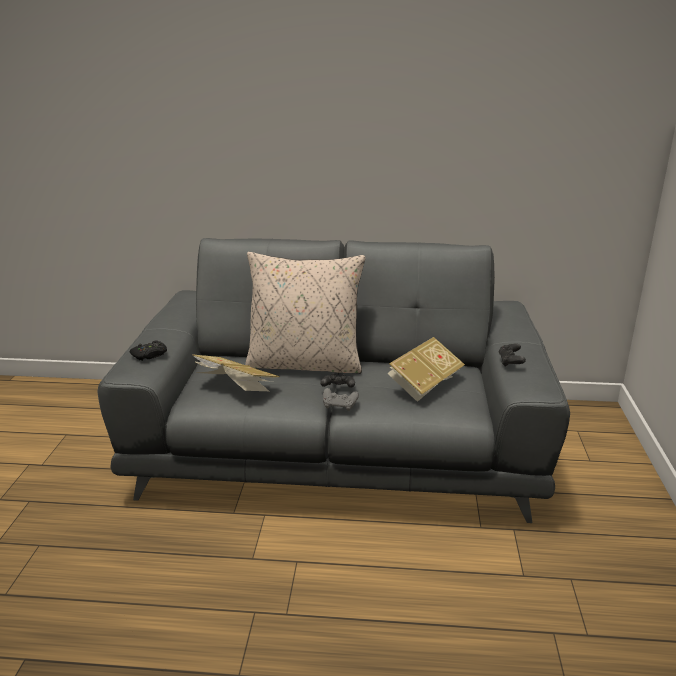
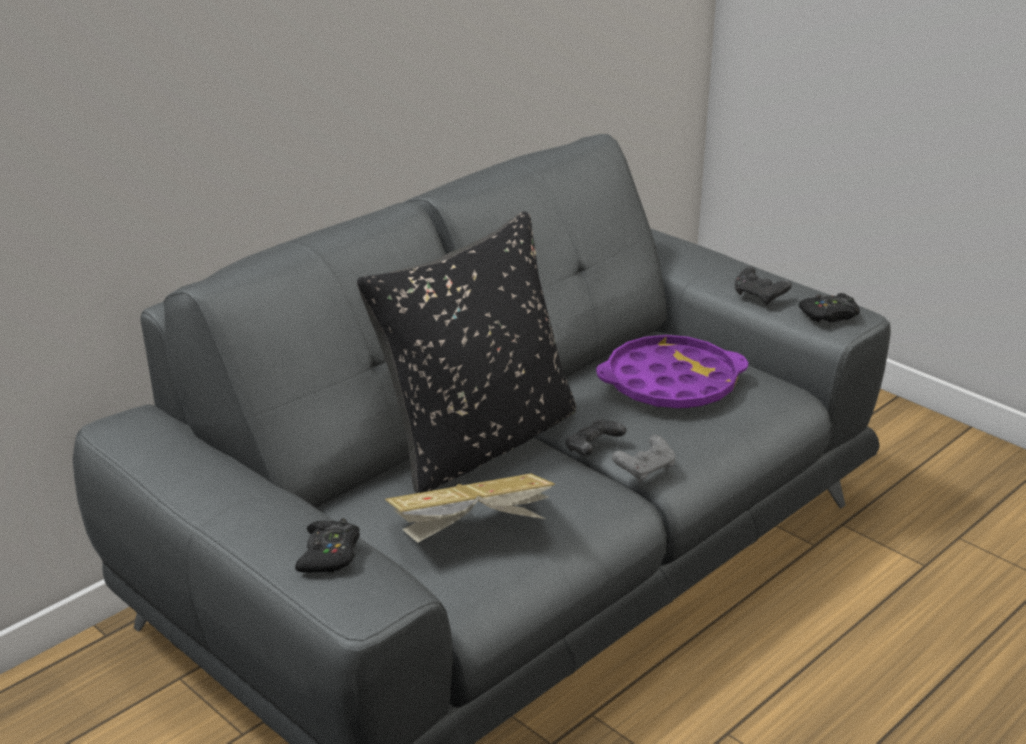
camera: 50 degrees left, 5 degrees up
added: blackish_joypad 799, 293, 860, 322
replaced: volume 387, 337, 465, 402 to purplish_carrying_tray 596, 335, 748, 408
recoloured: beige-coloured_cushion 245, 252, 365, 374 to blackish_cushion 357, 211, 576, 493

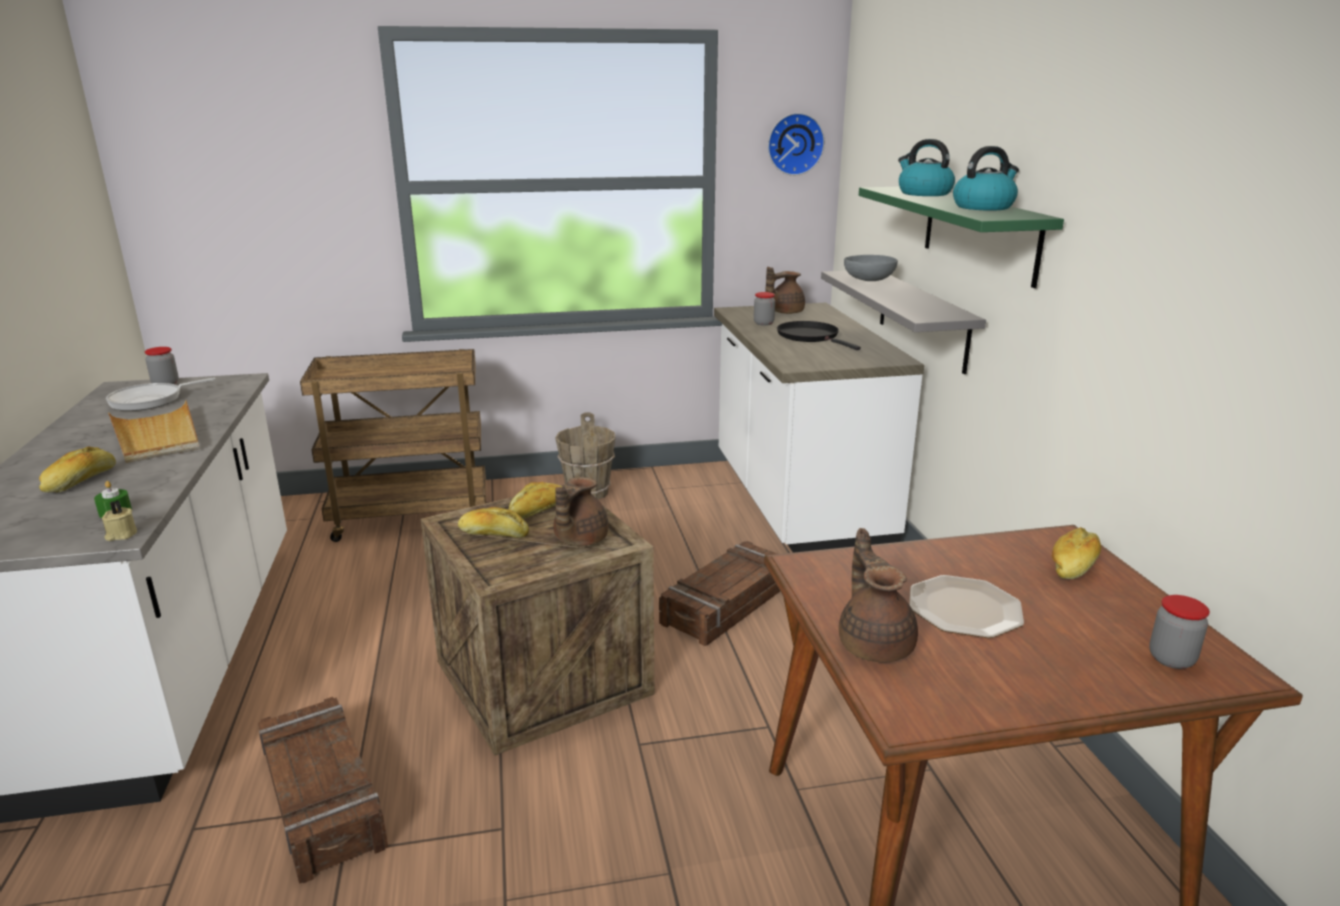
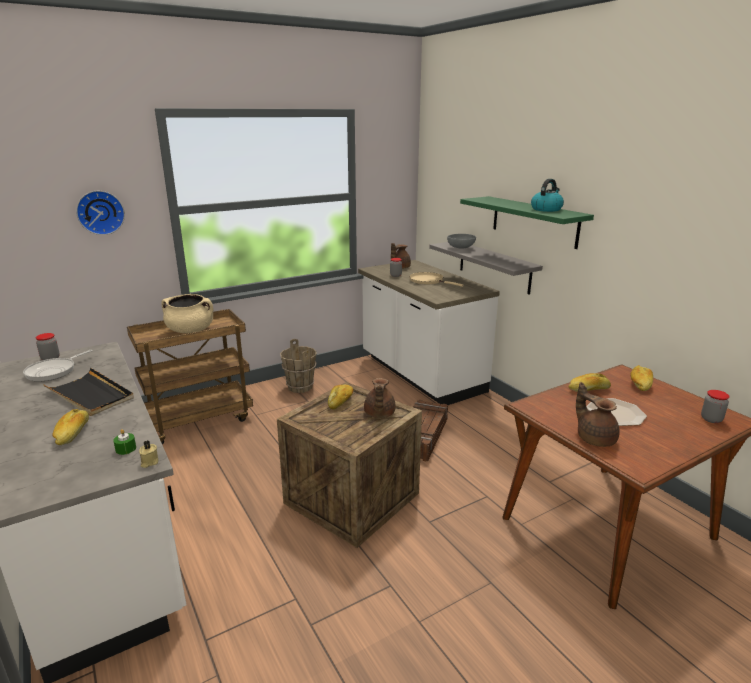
camera: 20 degrees left, 0 degrees up
removed: shipping_crate 258, 697, 388, 884; water_kettle 898, 139, 955, 196
added: beige-coloured_stockpot 161, 294, 213, 333
moved: hanging_clock 768, 113, 825, 176 to 76, 191, 125, 235; baked_bread 458, 507, 529, 538 to 569, 373, 611, 392
recoloured: beige-coloured_carrying_tray 108, 400, 200, 463 to blackish_carrying_tray 43, 368, 134, 416; blackish_skillet 777, 321, 861, 350 to beige-coloured_skillet 409, 272, 464, 287

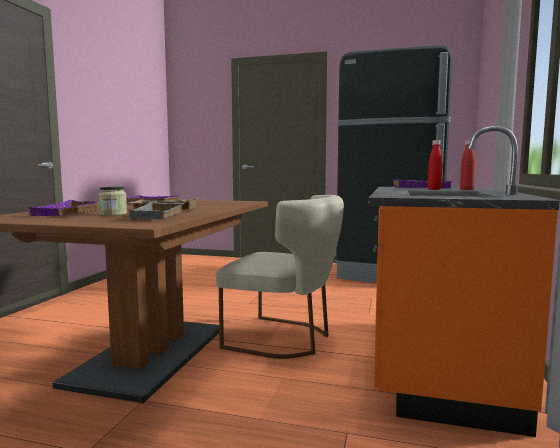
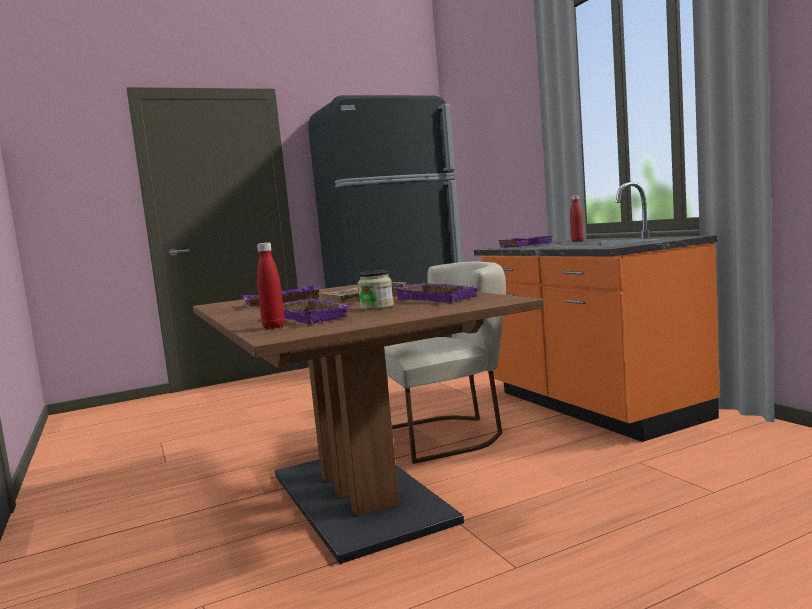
camera: 40 degrees left, 0 degrees up
moved: reddish_bottle 428, 140, 442, 190 to 257, 243, 285, 329
recoloured: gray_carrying_tray 128, 202, 185, 220 to purplish_carrying_tray 393, 283, 481, 303

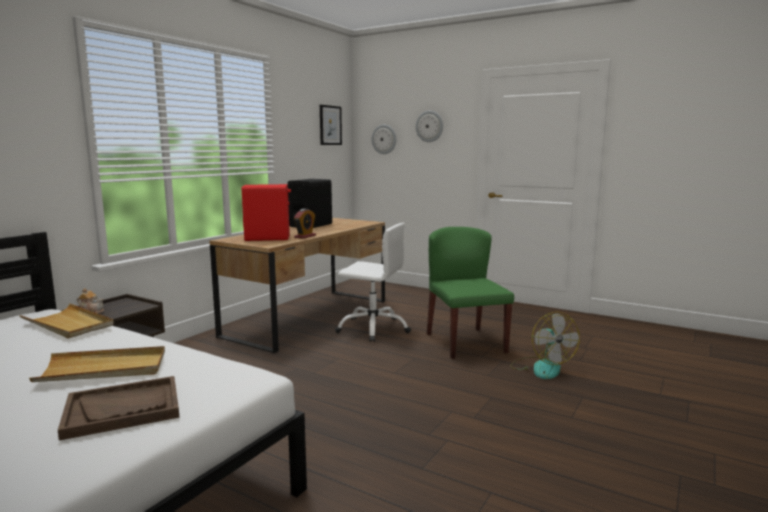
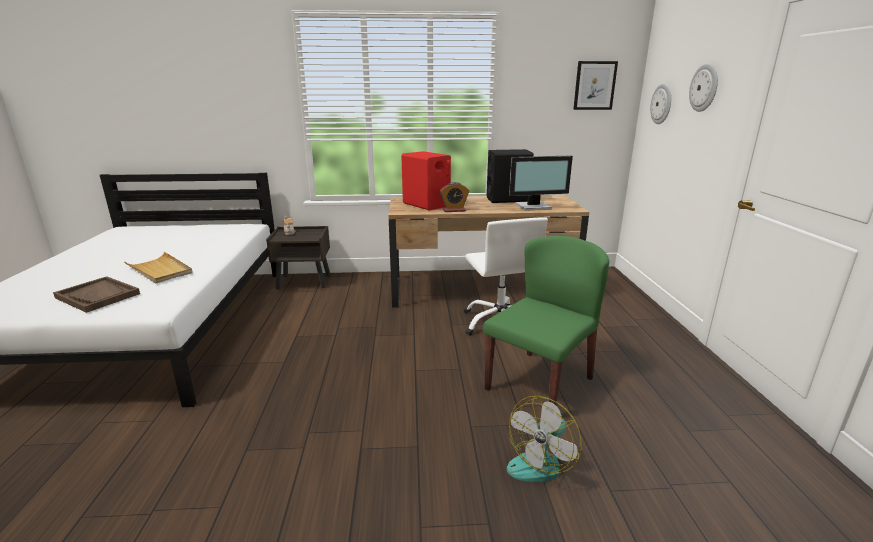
camera: 55 degrees right, 10 degrees up
removed: beige-coloured_carrying_tray 19, 303, 114, 339
added: computer_display 509, 156, 573, 211

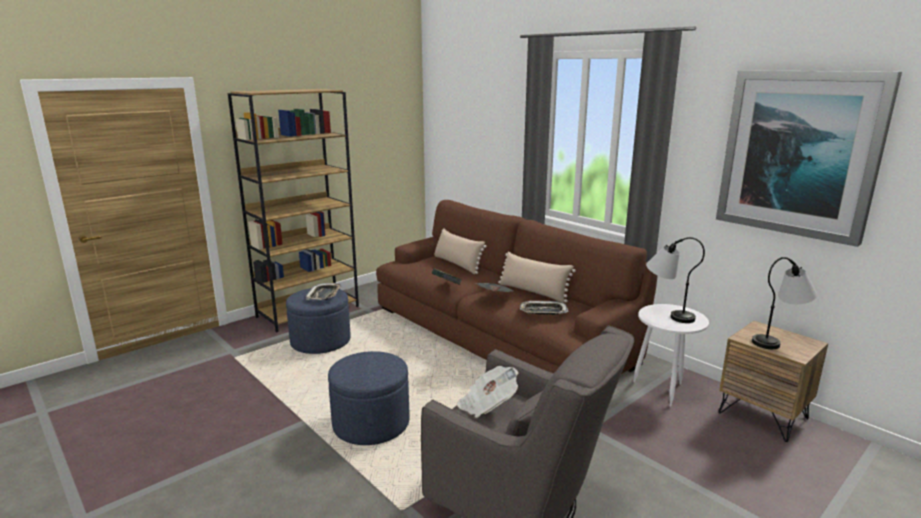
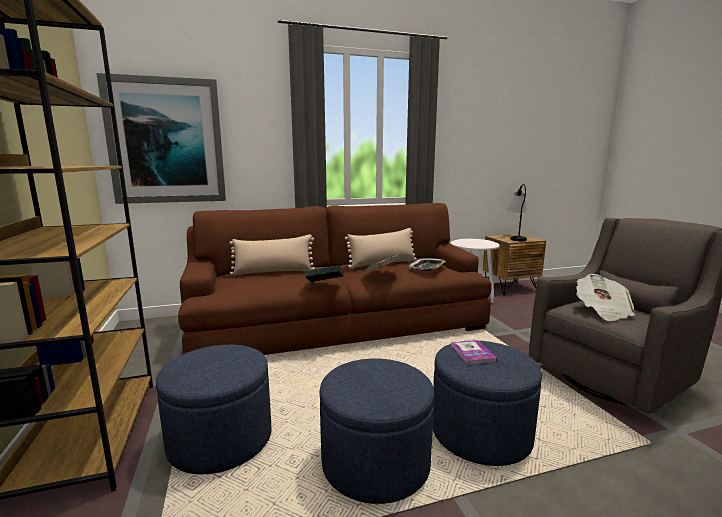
camera: 65 degrees left, 5 degrees down
removed: carrying_tray 306, 283, 341, 300; tabletop_lamp 646, 237, 705, 323
added: bluish_ottoman 320, 359, 434, 504; volume 451, 340, 497, 365
moved: wall_picture 716, 71, 902, 247 to 96, 73, 226, 204

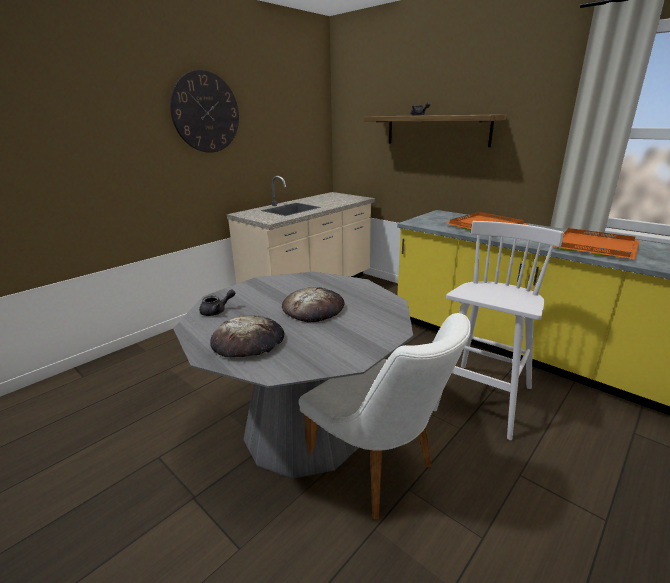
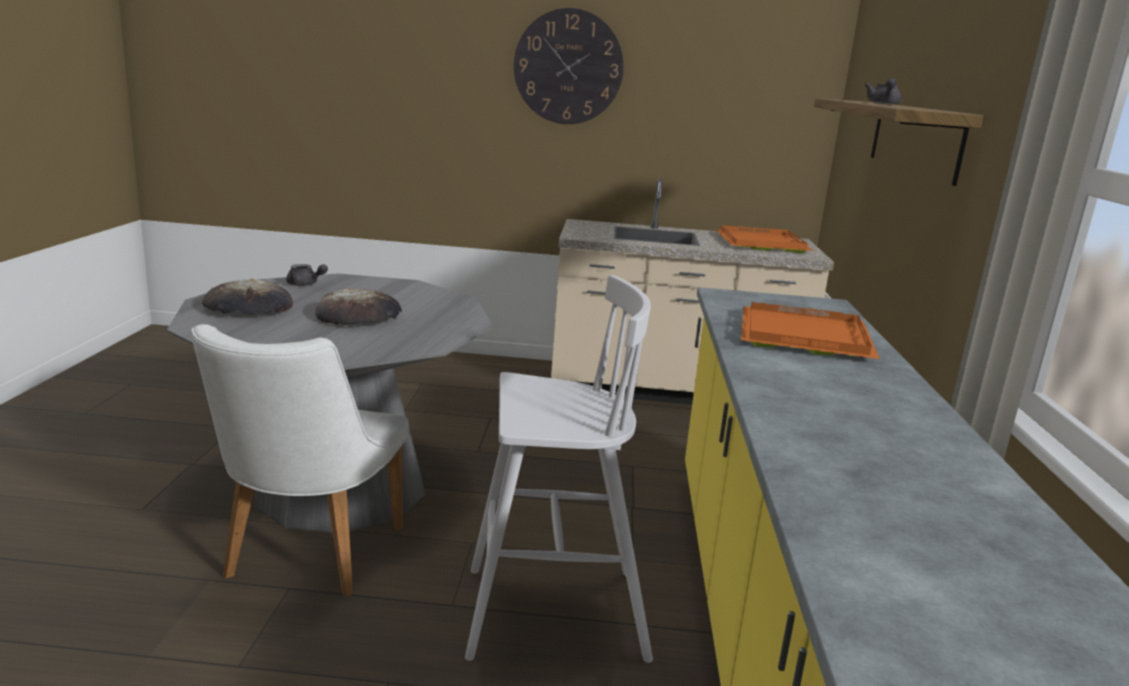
camera: 50 degrees right, 5 degrees down
moved: orangey_carrying_tray 554, 228, 639, 259 to 716, 225, 813, 253

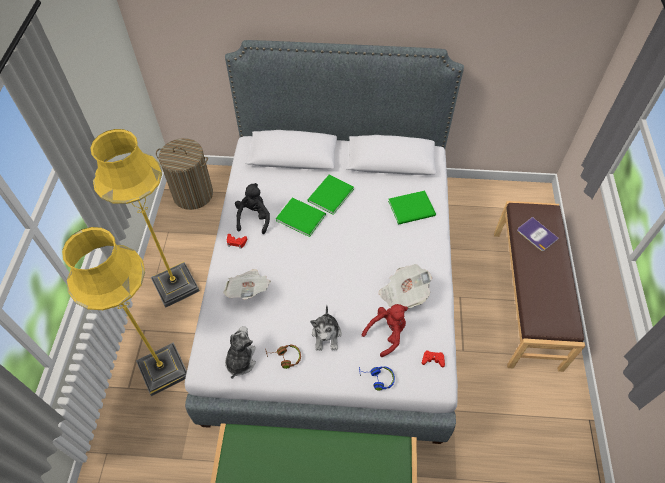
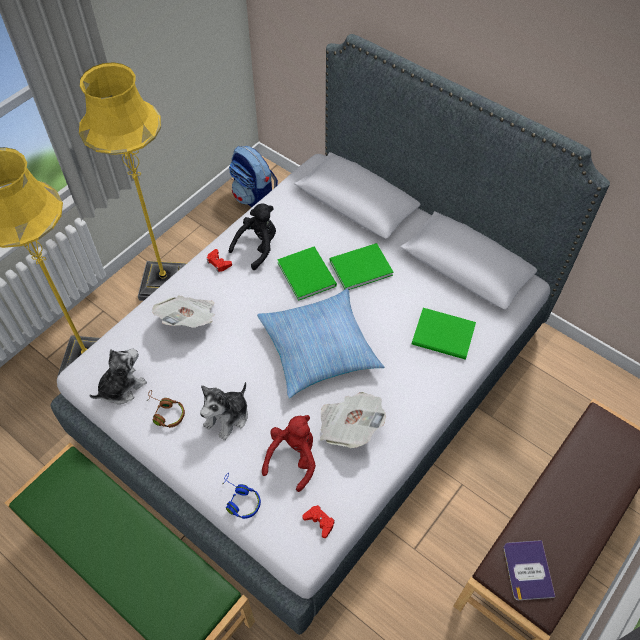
camera: 35 degrees right, 0 degrees up
added: cushion 257, 288, 384, 398
moved: volume 517, 217, 559, 251 to 503, 540, 555, 600
replaced: hamper 156, 138, 213, 210 to rucksack 229, 146, 278, 207
turned: reddish_plush_toy 362, 304, 408, 357 = 262, 415, 316, 492 60 degrees counterclockwise

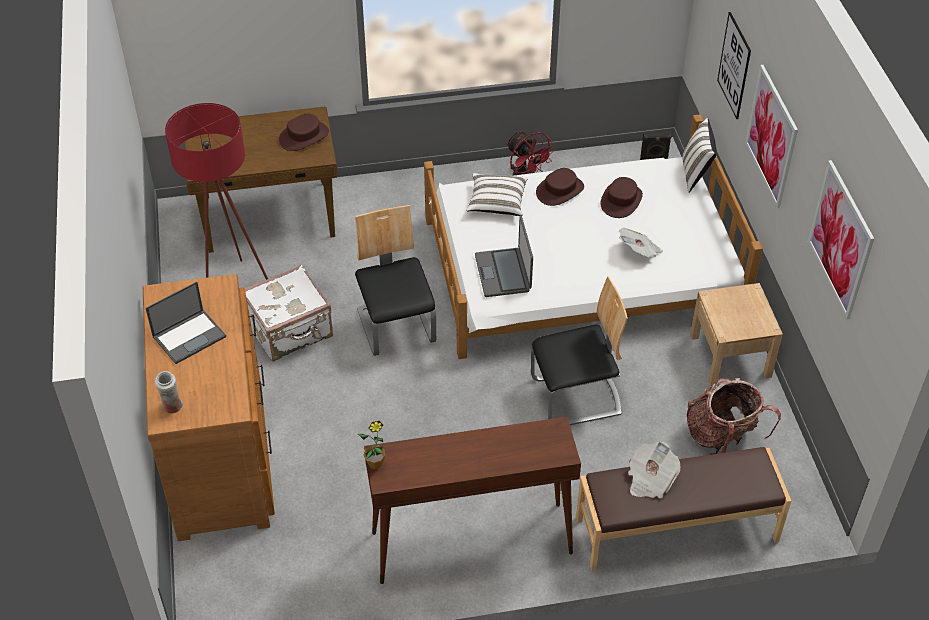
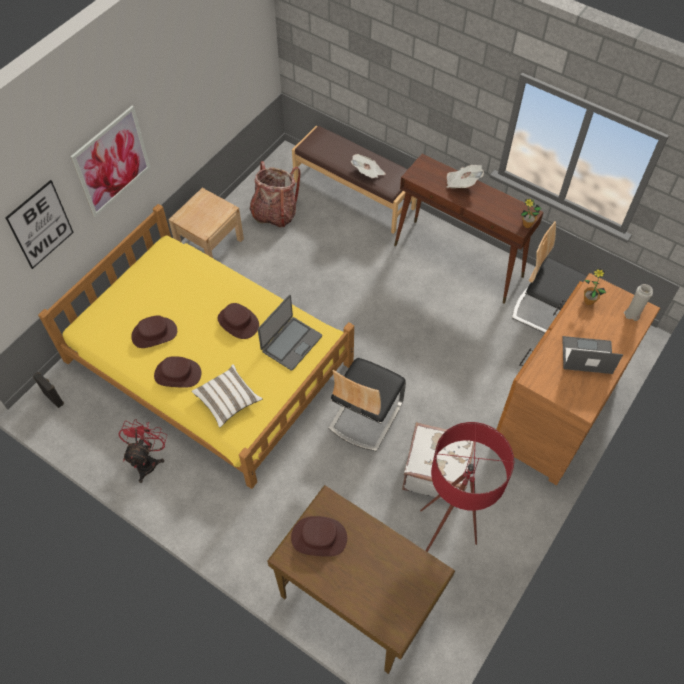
camera: 135 degrees left, 10 degrees up
removed: white-coloured_cushion 682, 118, 717, 193; wall_picture 808, 160, 874, 319
added: brown_wearable_hat 218, 303, 259, 339; potted_plant 584, 268, 606, 305
moved: daily_paper 619, 228, 663, 258 to 447, 165, 484, 188; upright_chair 531, 276, 628, 425 to 512, 222, 588, 334
recoloured: white-coloured_sleeping_bed 424, 114, 763, 359 to yellowish_sleeping_bed 38, 204, 354, 489

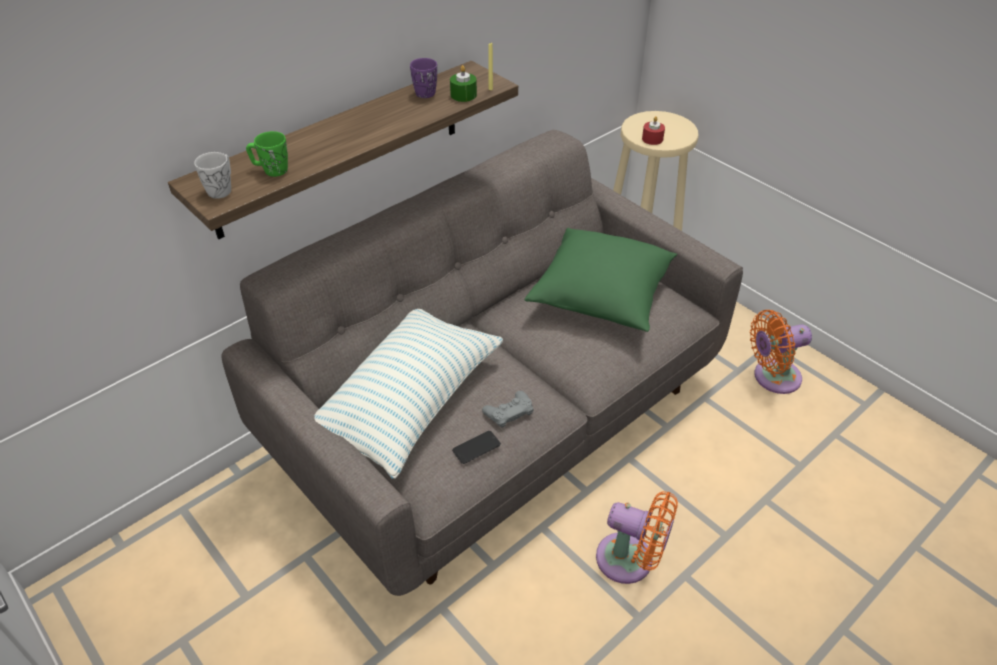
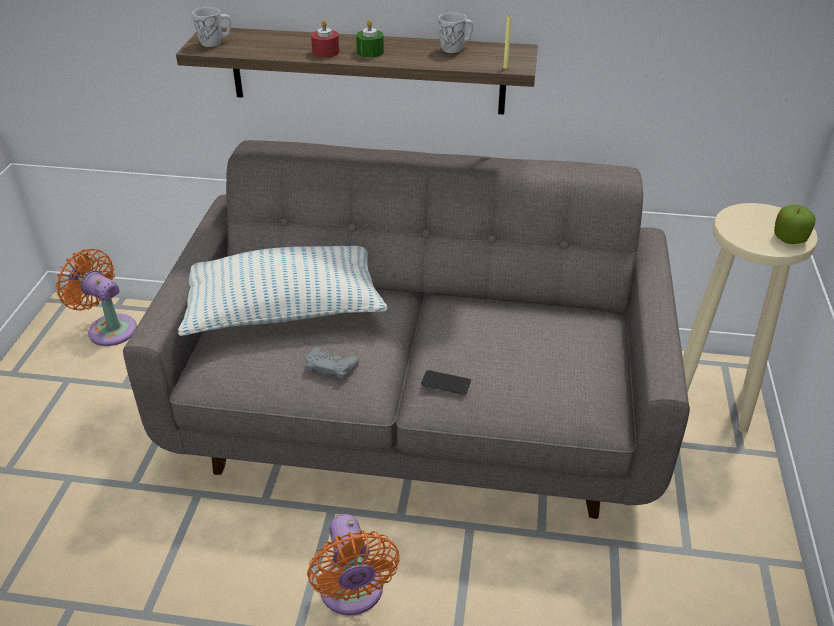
camera: 50 degrees right, 5 degrees down
removed: green_tea_mug 246, 131, 288, 177; green_cushion 524, 228, 677, 332
added: whole_apple 774, 205, 816, 244
moved: orangey_fan 750, 310, 812, 394 to 56, 249, 137, 346; reddish_candle 642, 116, 665, 145 to 311, 20, 340, 58; green_candle 450, 65, 477, 102 to 356, 20, 384, 58; phone 452, 431, 501, 464 to 421, 370, 471, 395
recoloured: purplish_tea_mug 410, 58, 437, 98 to white-coloured_tea_mug 439, 12, 473, 53

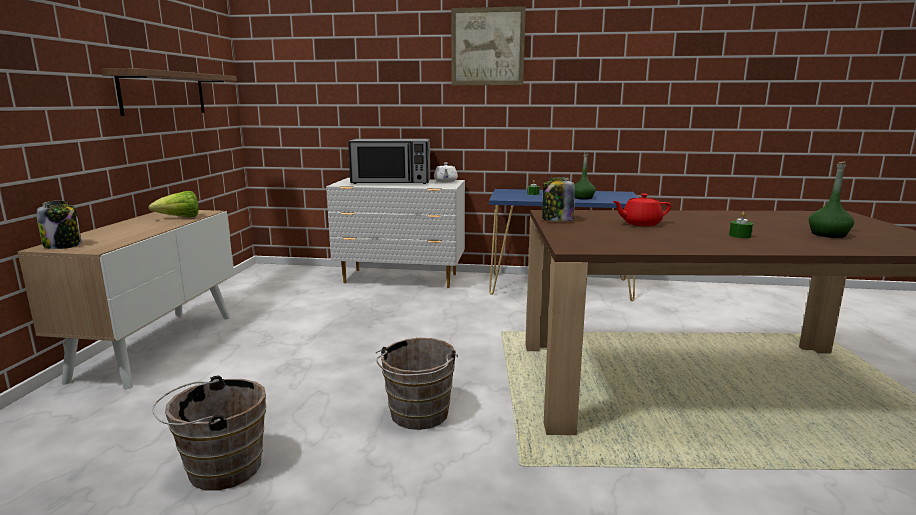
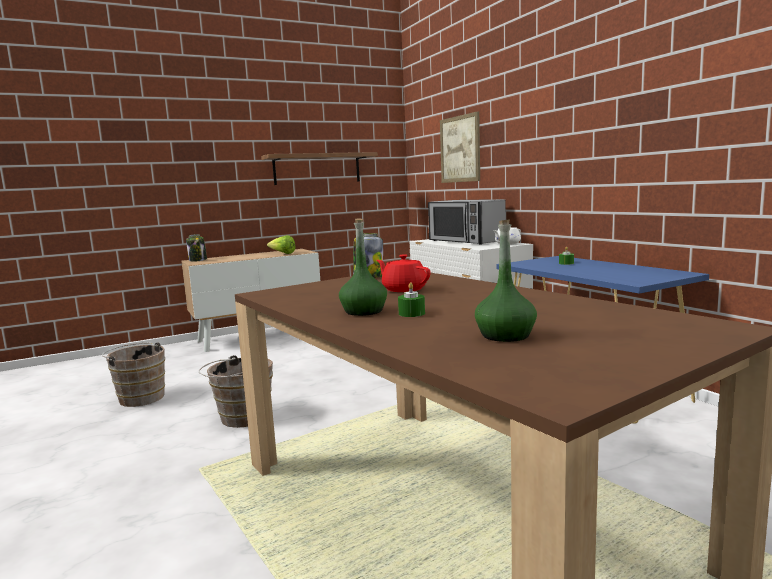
camera: 55 degrees right, 5 degrees down
moved: green_bottle 575, 153, 596, 200 to 339, 218, 387, 316; wall_picture 451, 6, 526, 85 to 440, 111, 480, 183

